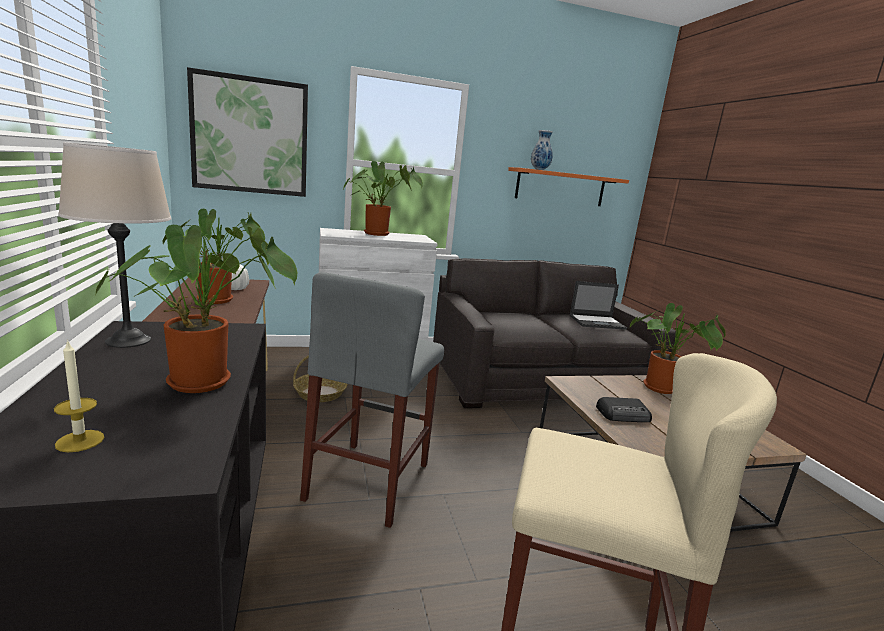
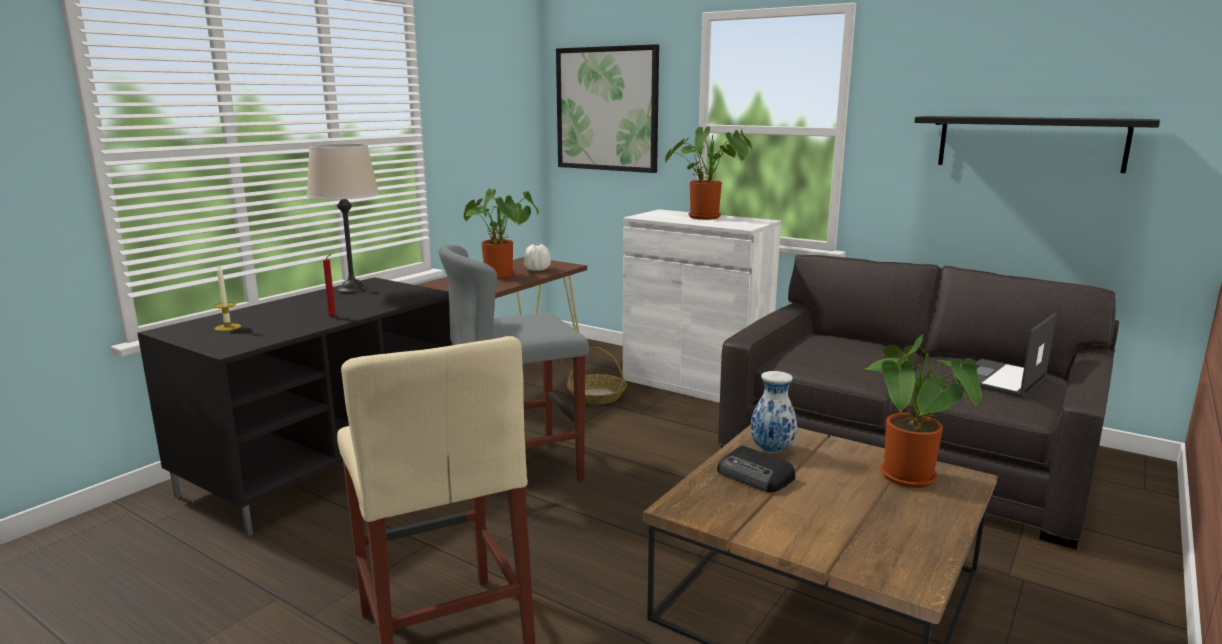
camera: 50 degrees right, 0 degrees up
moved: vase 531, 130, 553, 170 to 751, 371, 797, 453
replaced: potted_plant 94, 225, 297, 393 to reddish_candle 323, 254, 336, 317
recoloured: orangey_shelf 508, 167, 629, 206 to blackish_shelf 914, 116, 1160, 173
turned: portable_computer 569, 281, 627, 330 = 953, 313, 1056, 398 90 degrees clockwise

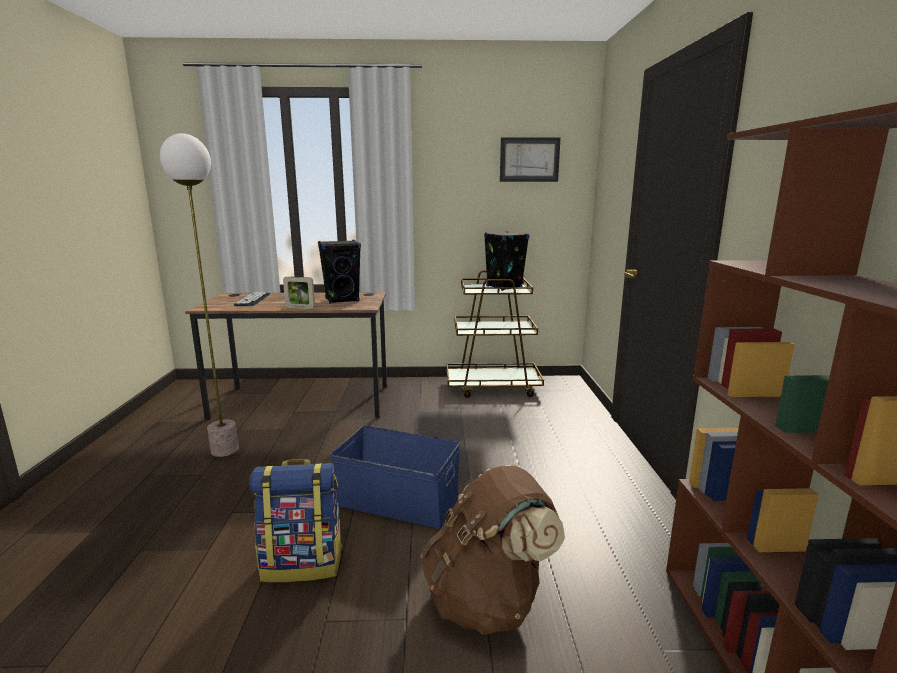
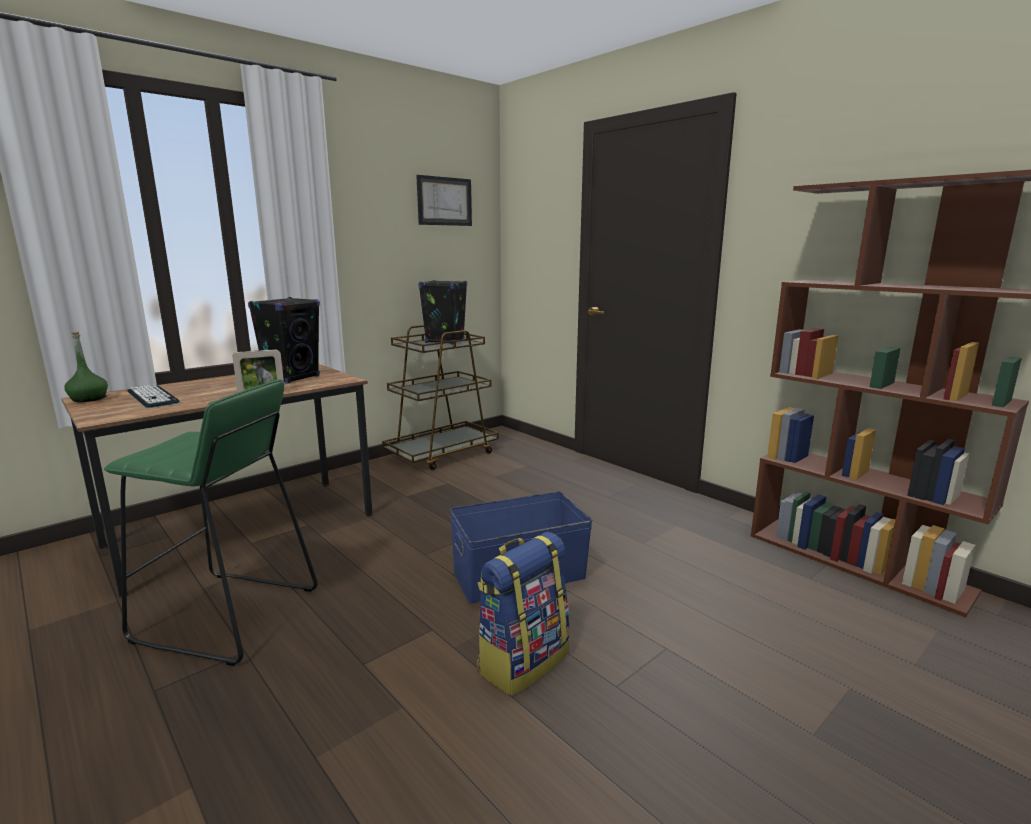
camera: 40 degrees left, 0 degrees up
removed: brown_rucksack 420, 465, 565, 635
added: green_bottle 64, 331, 108, 402
replaced: standard_lamp 160, 133, 239, 457 to green_stool 104, 379, 318, 666

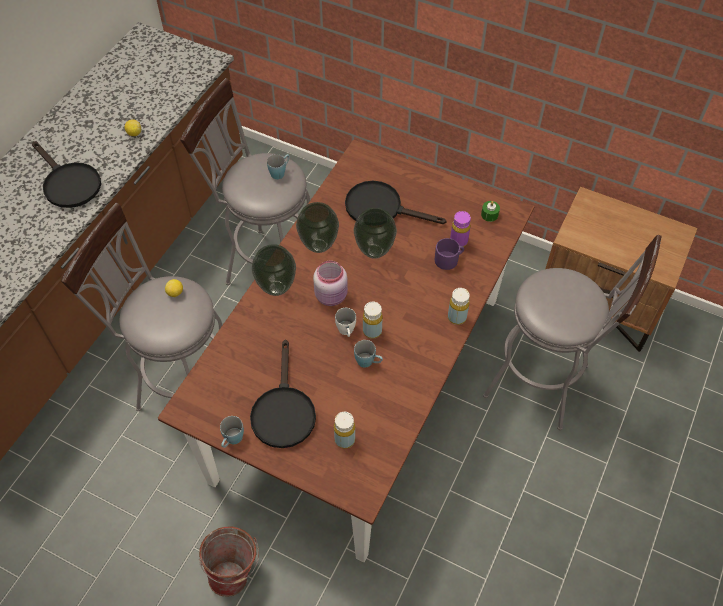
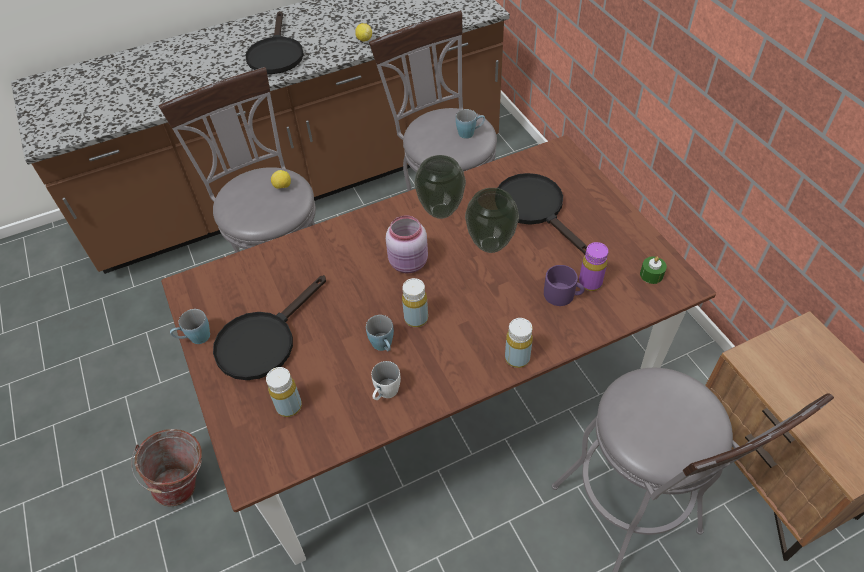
camera: 40 degrees right, 5 degrees down
removed: vase 252, 244, 296, 296
moved: white-coloured_tea_mug 335, 308, 356, 337 to 371, 361, 401, 400

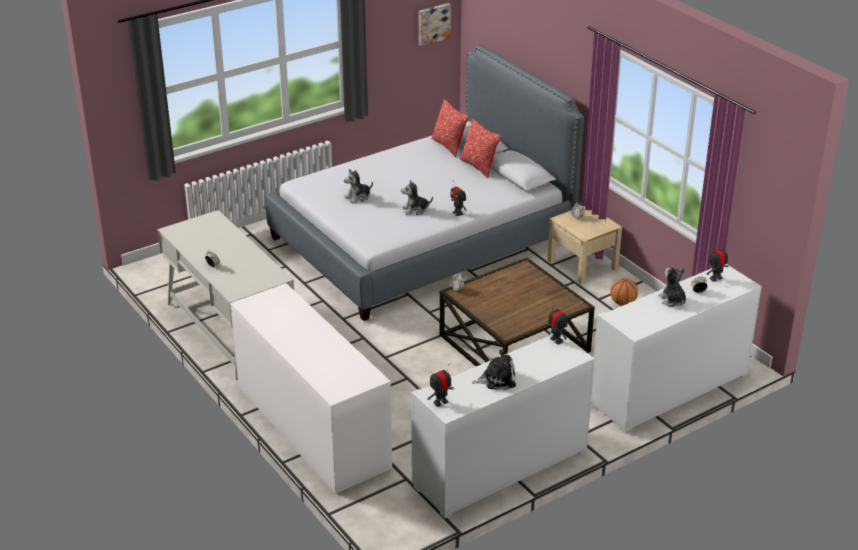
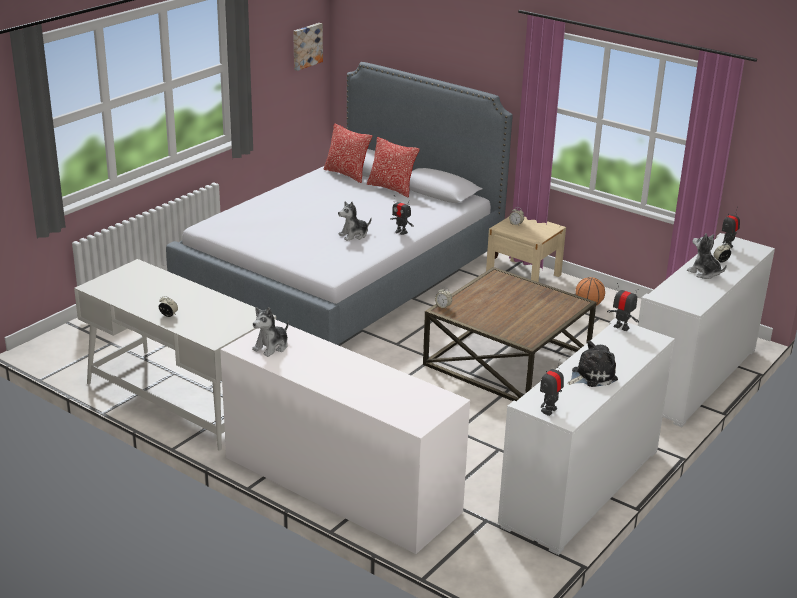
camera: 20 degrees left, 5 degrees down
moved: plush_toy 344, 169, 373, 204 to 252, 307, 289, 357

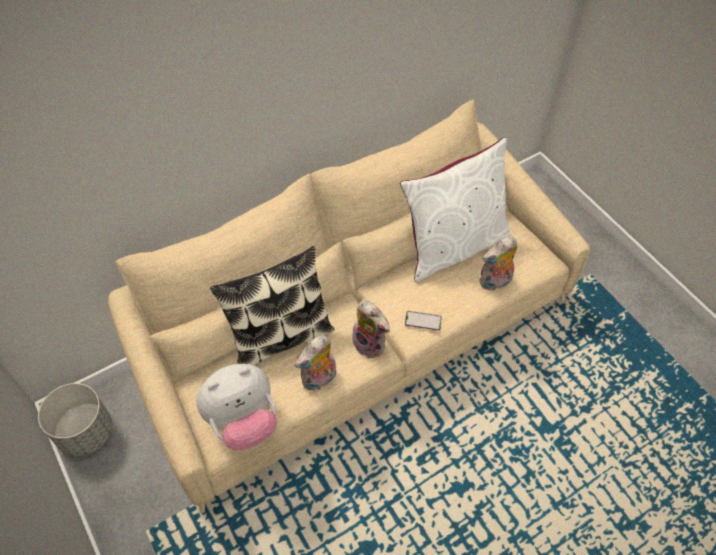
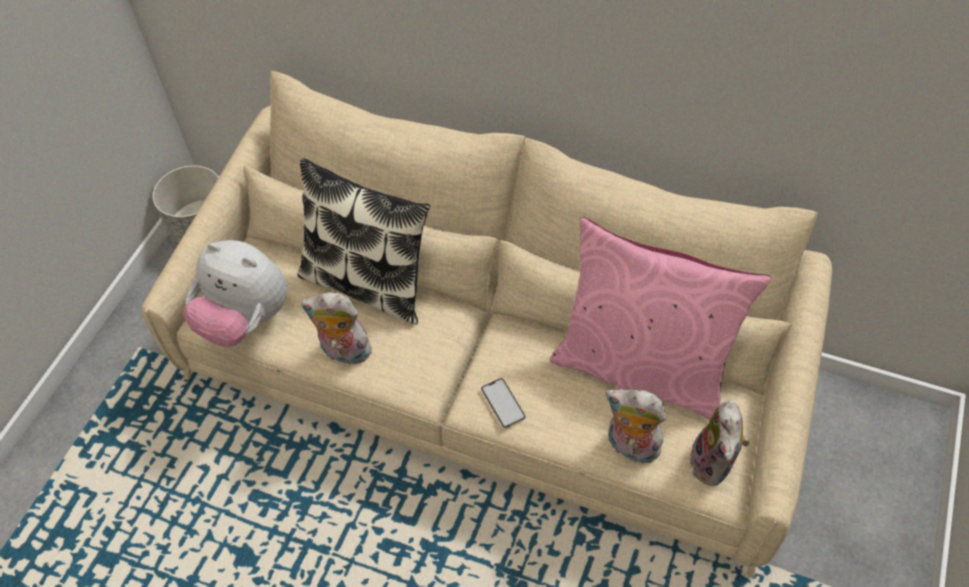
camera: 55 degrees right, 0 degrees up
moved: plush_toy 352, 300, 390, 359 to 689, 400, 749, 486
recoloured: white-coloured_cushion 400, 137, 511, 282 to pink-coloured_cushion 550, 217, 771, 420

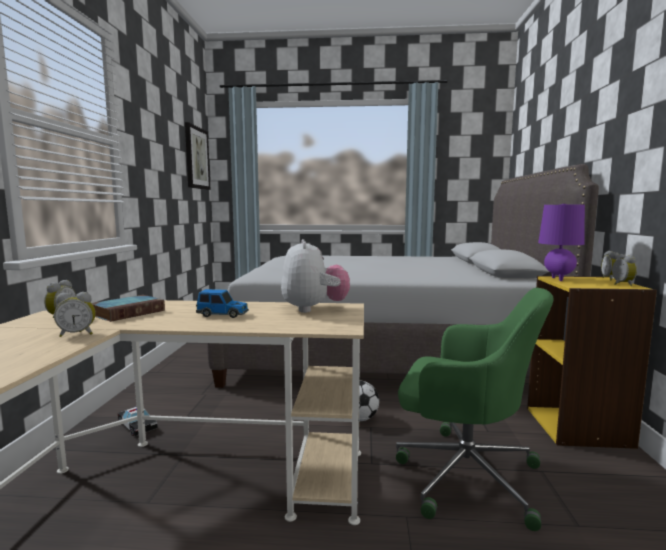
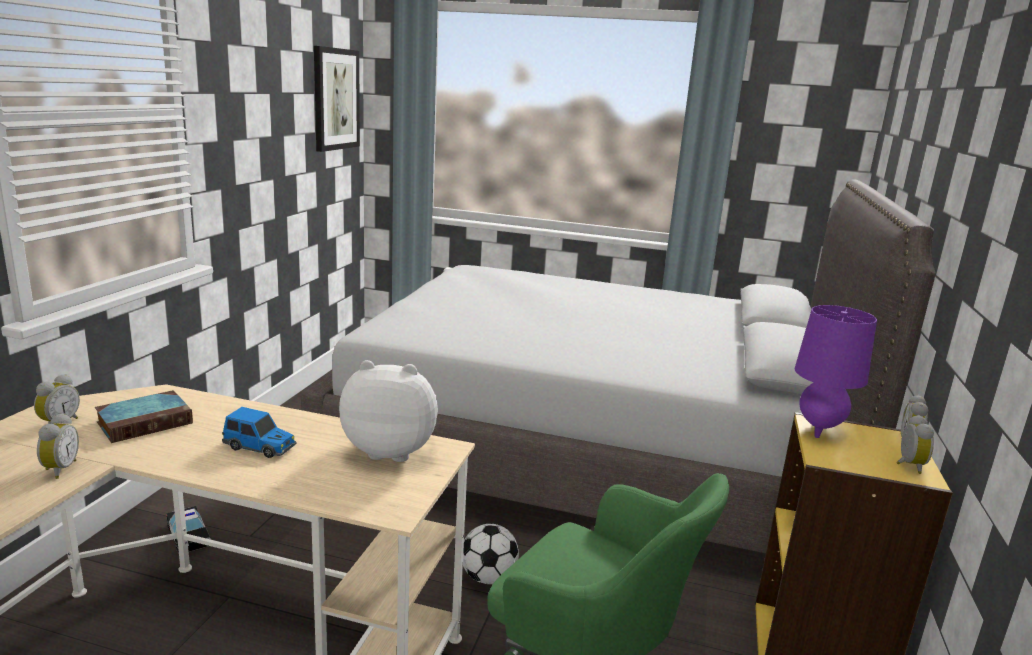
camera: 10 degrees right, 10 degrees up
turned: bedside_clock 54, 292, 96, 337 = 37, 413, 79, 479 90 degrees counterclockwise; plush_toy 281, 239, 350, 313 = 339, 360, 438, 462 90 degrees counterclockwise

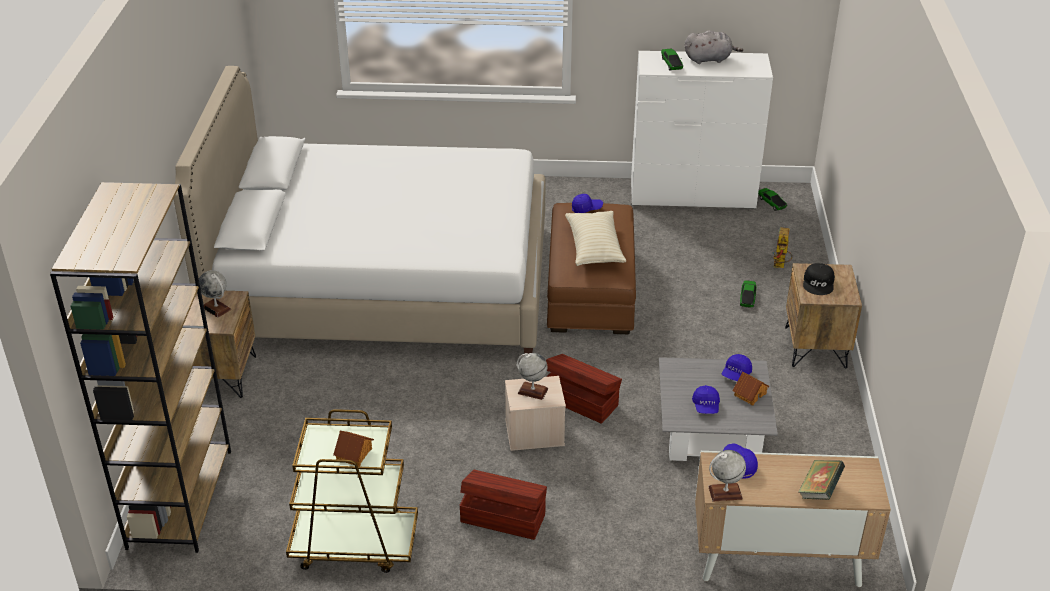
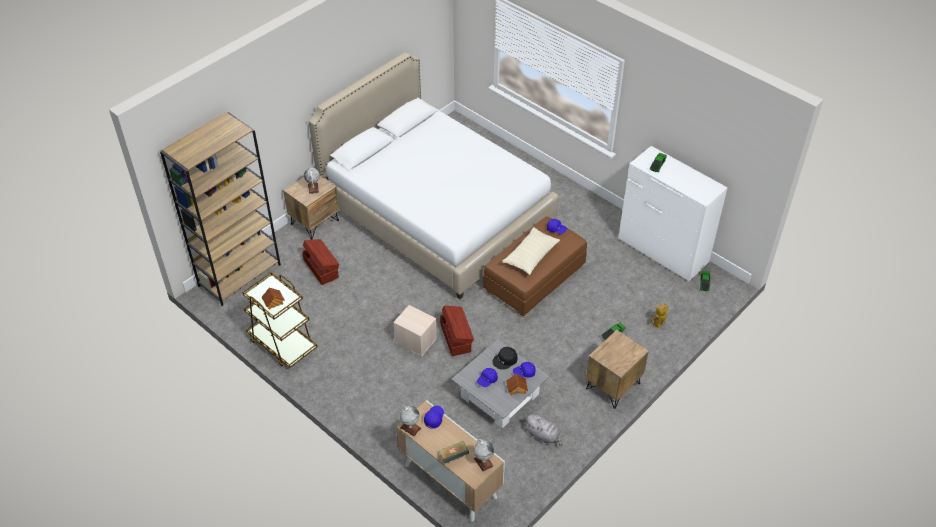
camera: 40 degrees right, 10 degrees up
moved: brown_storage_box 460, 470, 547, 540 to 302, 239, 339, 285; world_globe 517, 353, 548, 400 to 474, 439, 494, 472; blackish_baseball_cap 803, 263, 835, 295 to 493, 347, 518, 370; gray_plush_toy 685, 31, 743, 64 to 524, 414, 562, 446

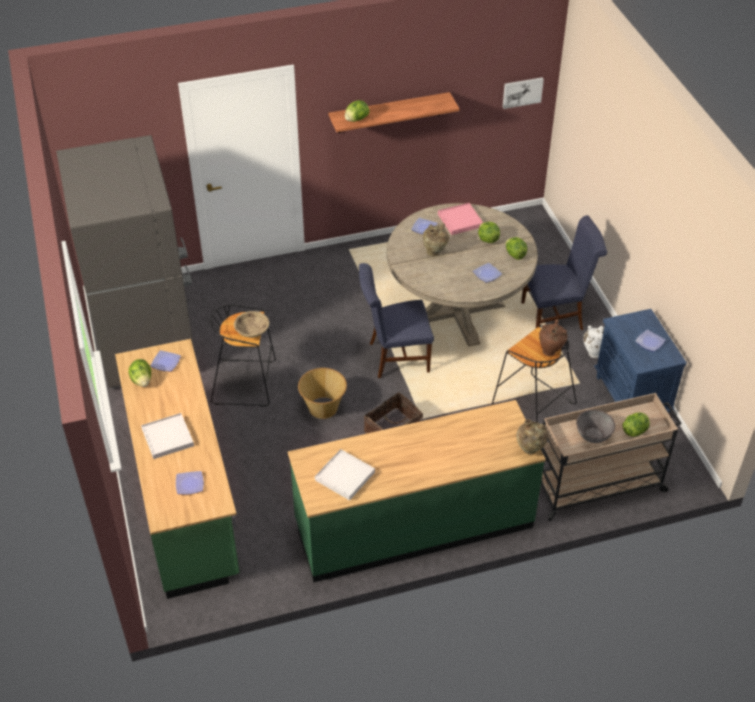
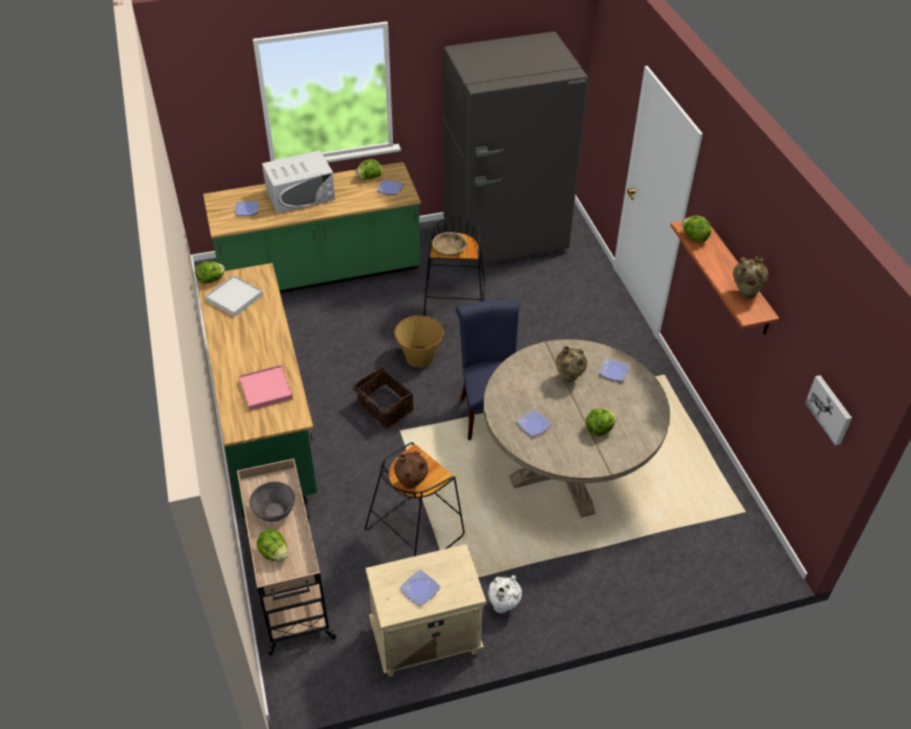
camera: 90 degrees right, 0 degrees up
removed: bluish_upright_chair 521, 215, 607, 330
moved: head_of_lettuce 505, 237, 527, 260 to 195, 261, 225, 283; pink-coloured_carrying_tray 438, 203, 483, 235 to 239, 365, 293, 411; beige-coloured_vase 516, 419, 548, 455 to 733, 256, 768, 299
replaced: white-coloured_carrying_tray 141, 413, 194, 459 to white-coloured_microwave 262, 150, 335, 214
recoloured: bluish_nightstand 594, 309, 687, 413 to beige-coloured_nightstand 365, 544, 486, 677

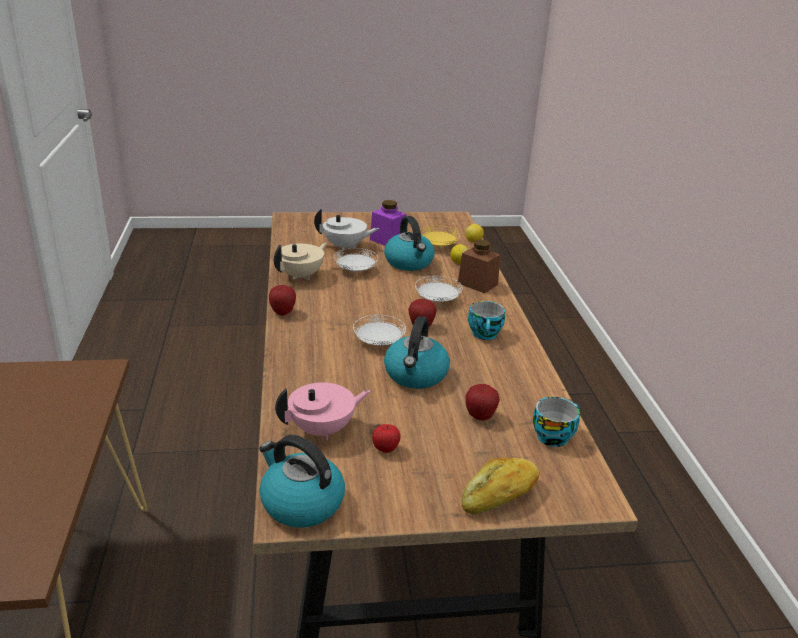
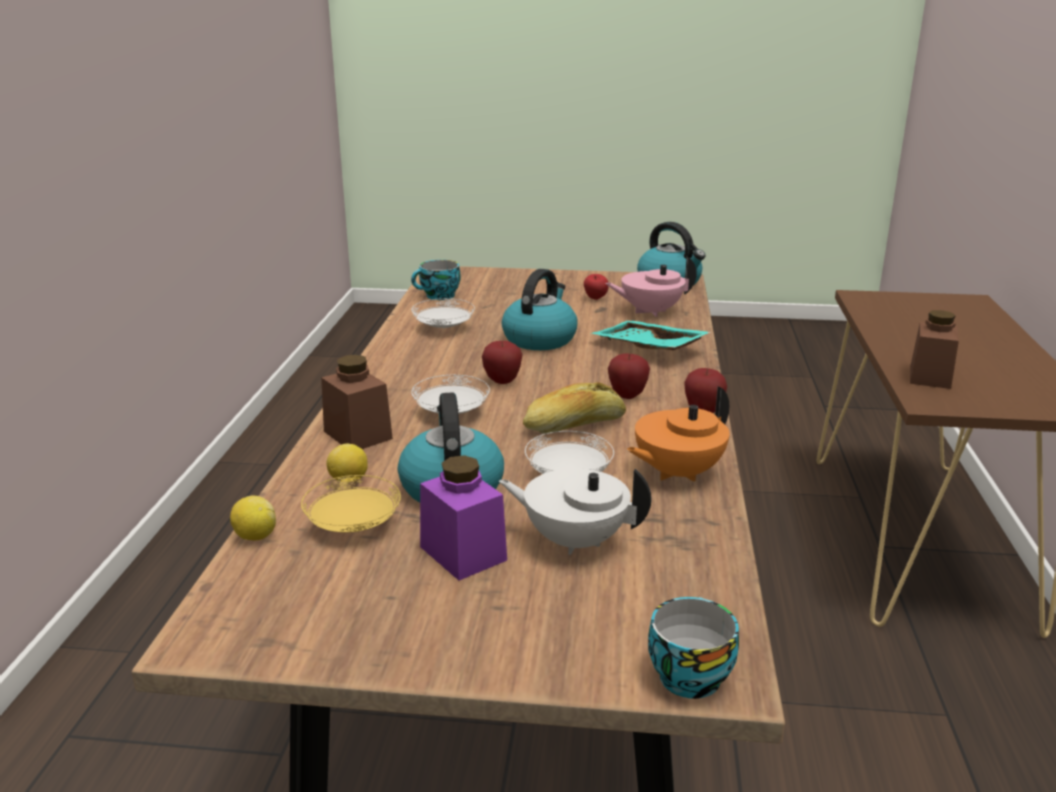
camera: 165 degrees left, 5 degrees down
added: blue-green_carrying_tray 592, 320, 711, 350; brown_storage_jar 910, 310, 959, 389
moved: white-coloured_dinner_plate 353, 315, 406, 346 to 411, 298, 475, 329; baked_bread 462, 457, 540, 514 to 523, 382, 626, 434; whole_apple 465, 384, 500, 421 to 608, 353, 650, 399; cup 468, 301, 505, 340 to 648, 597, 739, 699
recoloured: beige-coloured_pot_for_tea 274, 243, 327, 280 to orangey_pot_for_tea 626, 387, 730, 481

